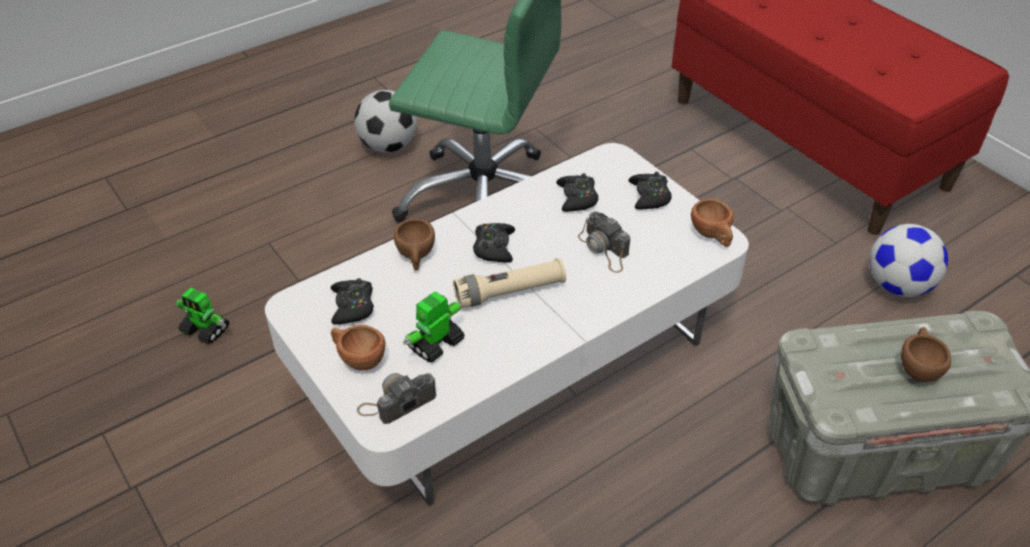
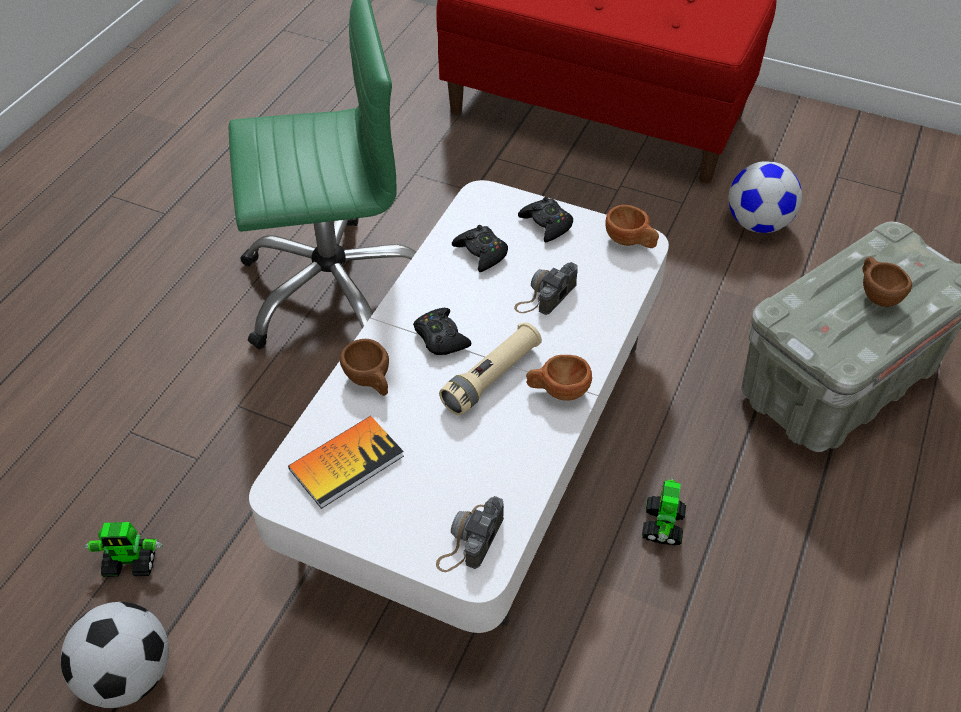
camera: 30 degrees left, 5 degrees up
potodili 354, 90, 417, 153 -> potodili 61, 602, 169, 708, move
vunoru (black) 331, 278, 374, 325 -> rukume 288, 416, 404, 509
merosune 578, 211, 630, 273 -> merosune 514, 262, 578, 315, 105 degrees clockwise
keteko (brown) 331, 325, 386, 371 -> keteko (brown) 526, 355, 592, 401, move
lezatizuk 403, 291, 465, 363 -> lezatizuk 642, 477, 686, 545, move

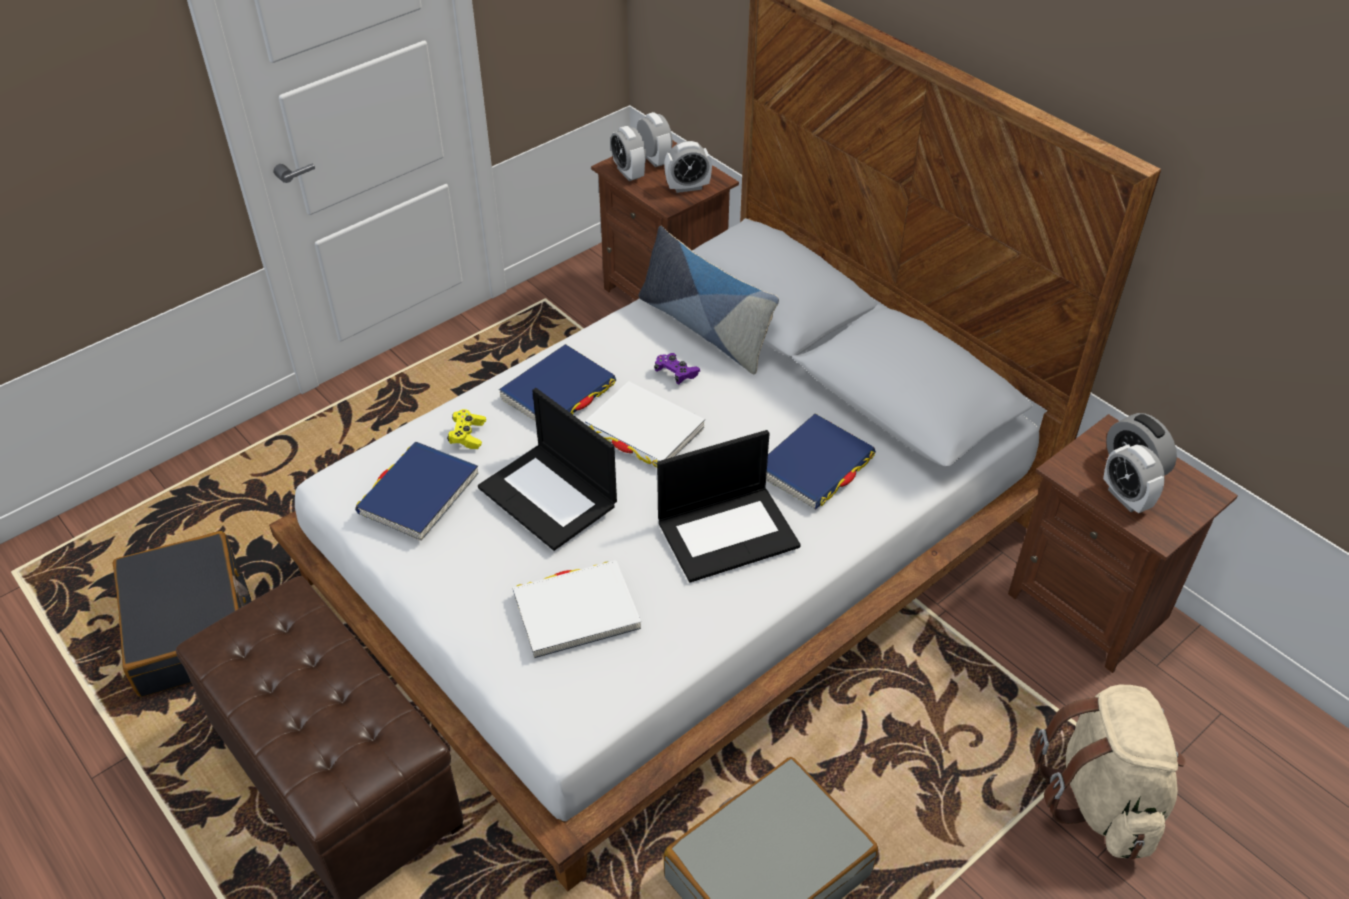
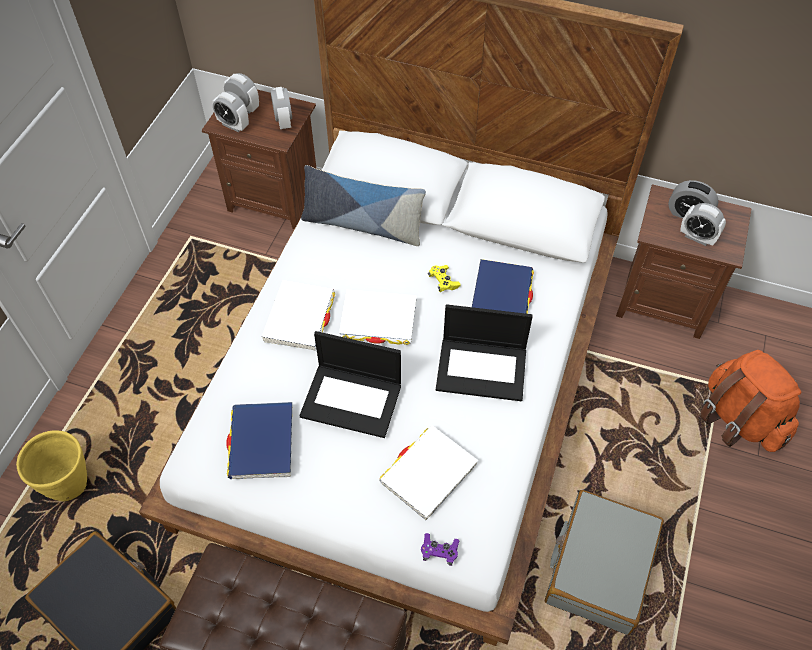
camera: 30 degrees left, 10 degrees up
none -> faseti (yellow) 16, 430, 87, 501
rukume (blue) 499, 344, 616, 421 -> rukume (white) 261, 280, 335, 351
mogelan 664, 141, 712, 193 -> mogelan 270, 87, 292, 129, 60 degrees counterclockwise
vunoru (purple) 654, 353, 700, 384 -> vunoru (purple) 421, 533, 460, 566, move
vunoru (yellow) 447, 409, 486, 449 -> vunoru (yellow) 428, 265, 461, 292, move
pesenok 657, 430, 801, 583 -> pesenok 436, 304, 533, 401, 60 degrees clockwise
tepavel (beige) 1034, 685, 1186, 859 -> tepavel (orange) 700, 350, 801, 452

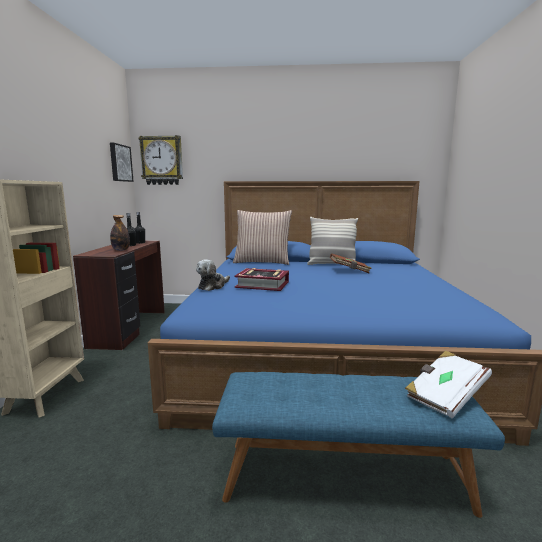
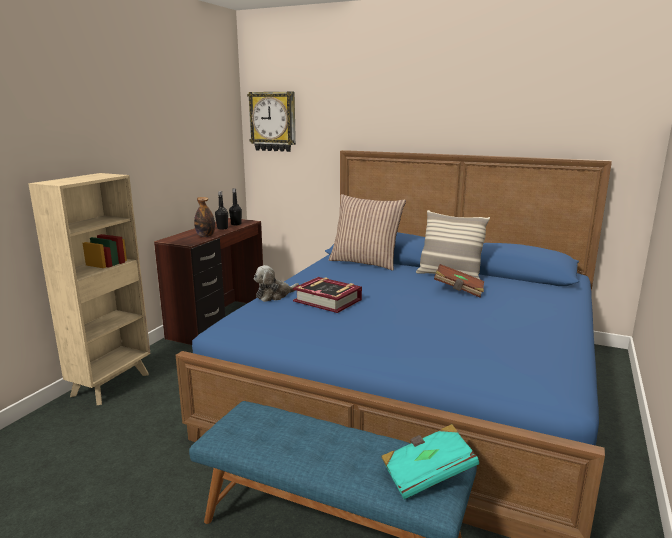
camera: 20 degrees right, 5 degrees up
rukume (white) 405, 351, 492, 418 -> rukume (turquoise) 381, 424, 479, 499
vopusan 110, 143, 134, 182 -> none

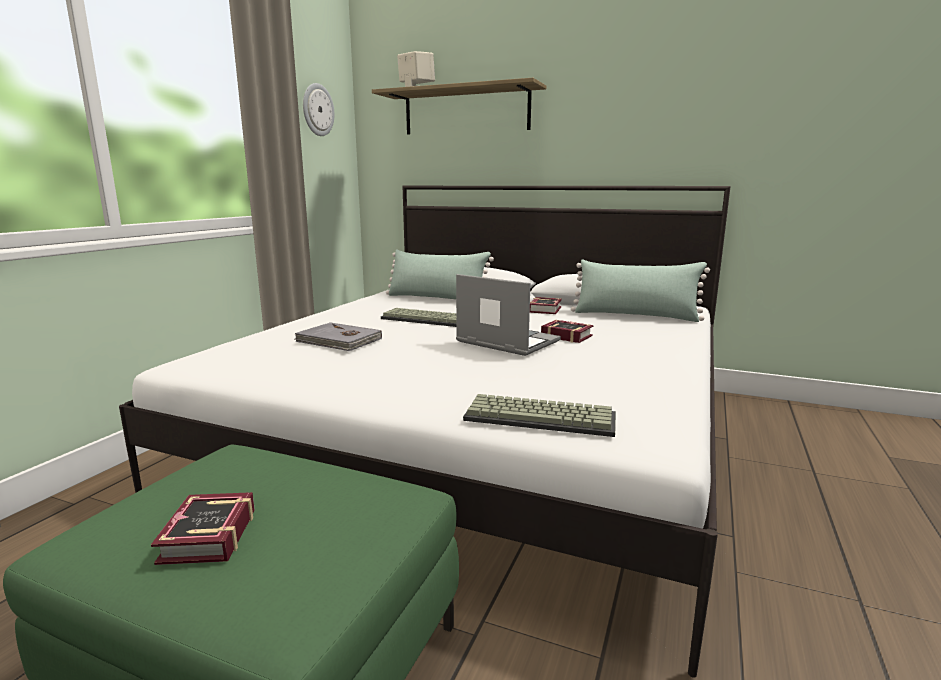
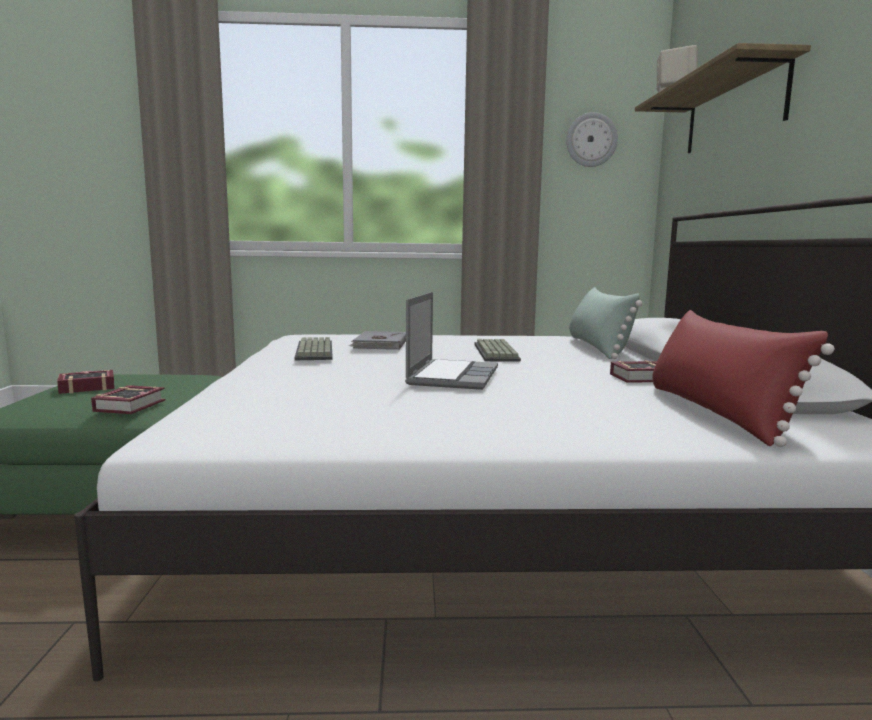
camera: 65 degrees right, 5 degrees down
rukume 541, 320, 593, 343 -> rukume 91, 385, 165, 414, move
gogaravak 463, 394, 616, 437 -> gogaravak 295, 337, 333, 360, move
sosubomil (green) 571, 260, 710, 322 -> sosubomil (red) 652, 310, 835, 447

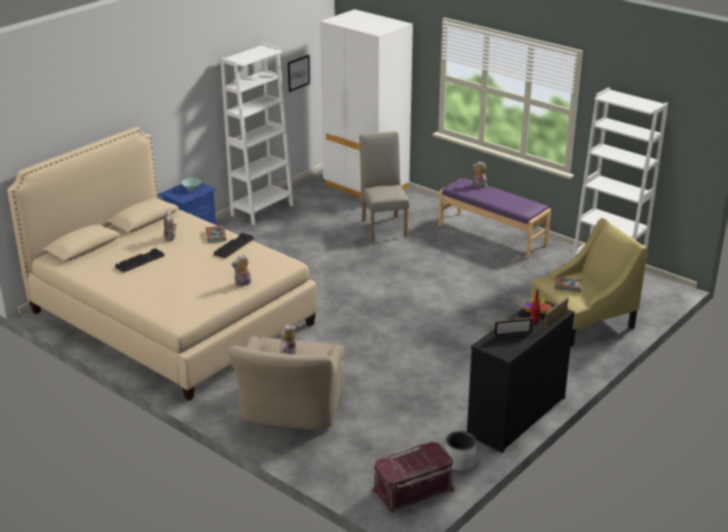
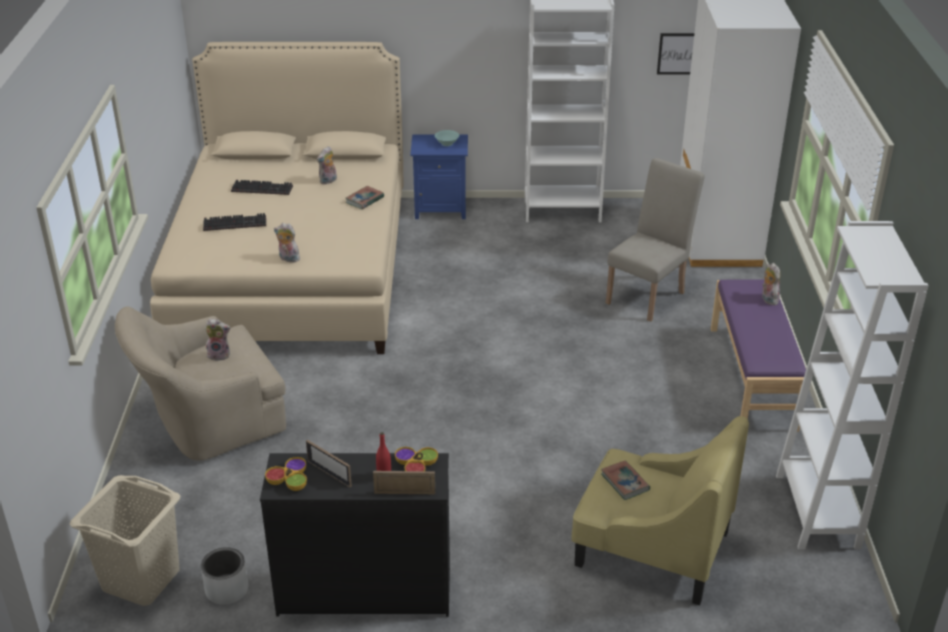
camera: 50 degrees right, 5 degrees up
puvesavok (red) 371, 442, 454, 513 -> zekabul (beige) 70, 475, 180, 606
gogaravak 214, 233, 254, 259 -> gogaravak 203, 213, 266, 231, move
none -> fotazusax 265, 457, 307, 491

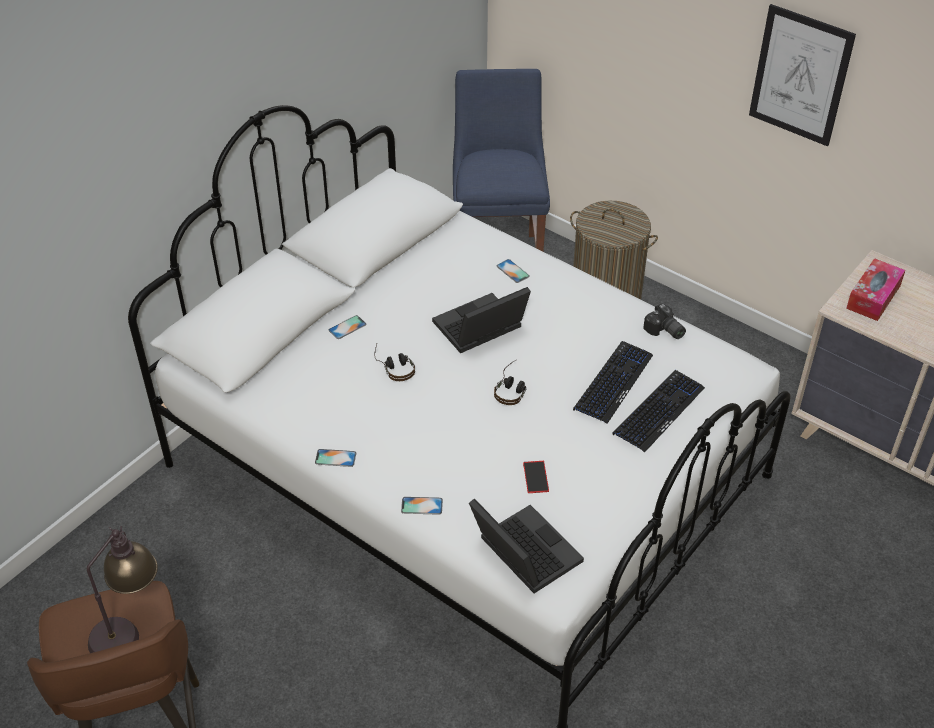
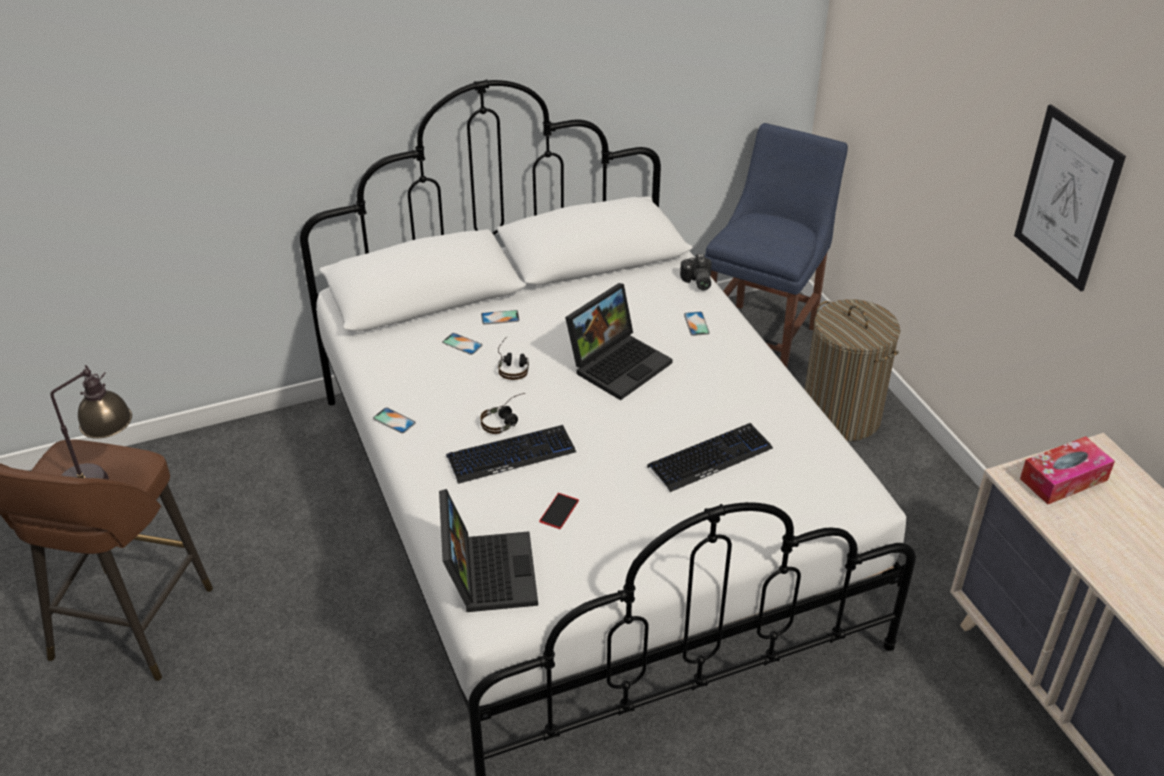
camera: 30 degrees right, 5 degrees down
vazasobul 401, 497, 443, 515 -> vazasobul 442, 333, 483, 355, move
gogaravak 612, 370, 705, 453 -> gogaravak 446, 425, 576, 484, move
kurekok 494, 360, 526, 405 -> kurekok 480, 393, 525, 434, move
pesenok 432, 287, 531, 353 -> pesenok 565, 283, 673, 400, 135 degrees clockwise
merosune 643, 303, 686, 339 -> merosune 680, 254, 712, 290, move

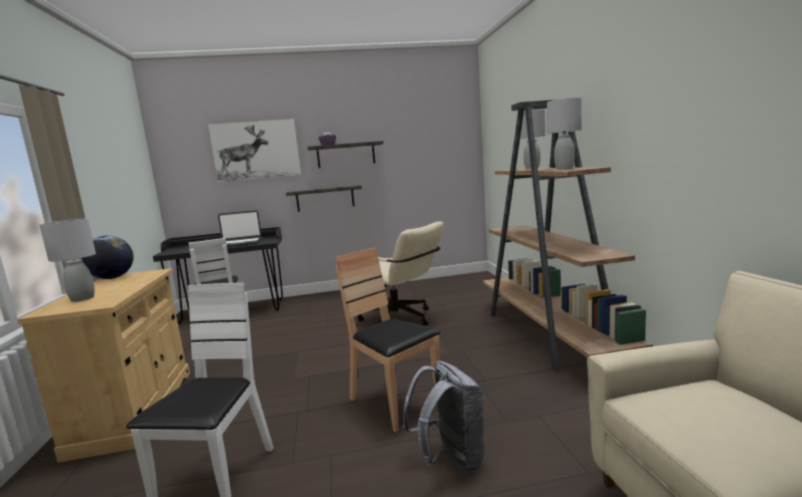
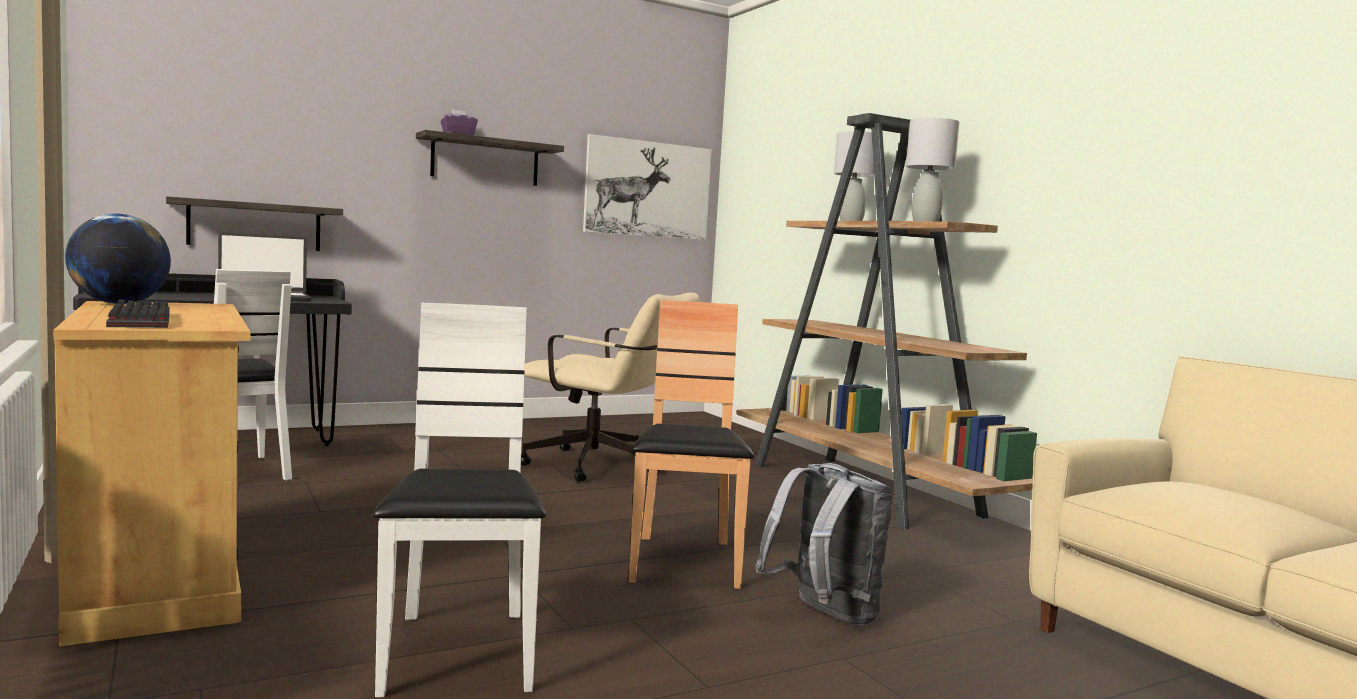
camera: 20 degrees left, 5 degrees down
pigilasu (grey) 39, 219, 96, 302 -> gogaravak 106, 299, 170, 328
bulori 286, 185, 362, 212 -> bulori 166, 196, 343, 251, move
vopusan 208, 119, 301, 182 -> vopusan 583, 134, 712, 240, move
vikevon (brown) 336, 247, 441, 432 -> vikevon (brown) 629, 300, 754, 589, 60 degrees clockwise

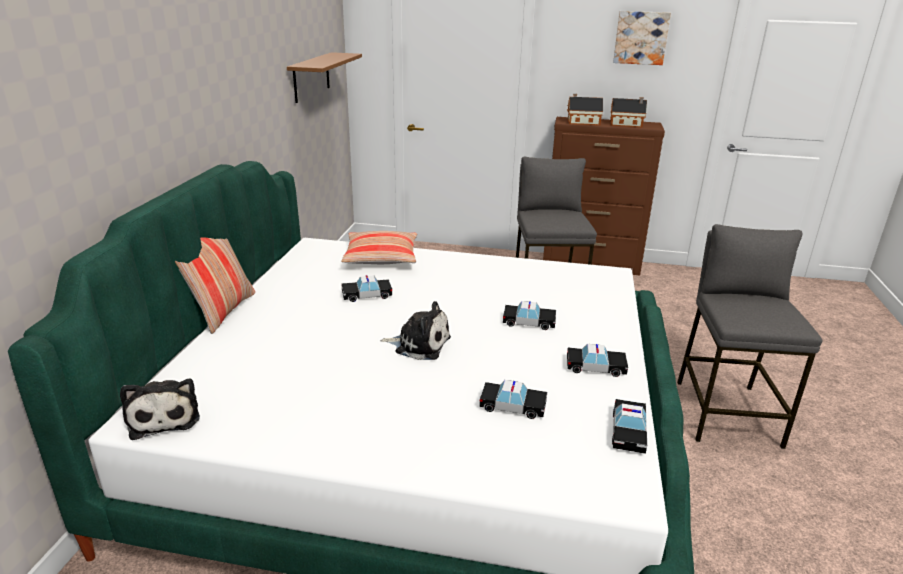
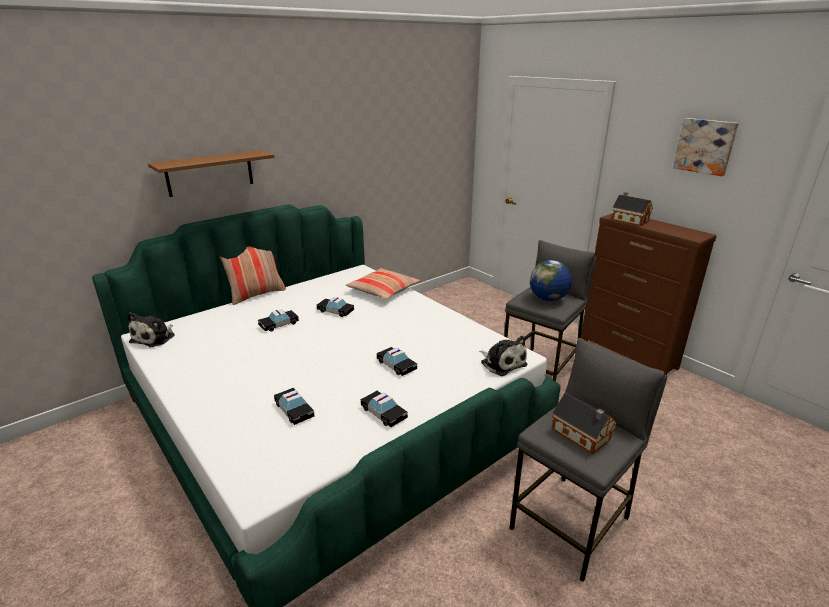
camera: 40 degrees right, 0 degrees up
bulori (brown) 287, 52, 362, 103 -> bulori (brown) 148, 150, 275, 197, move
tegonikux 612, 399, 647, 454 -> tegonikux 258, 309, 299, 332, move
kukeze 380, 301, 451, 360 -> kukeze 479, 336, 527, 376, move
none -> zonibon 530, 260, 572, 301
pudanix 610, 97, 647, 127 -> pudanix 552, 392, 618, 454, move

